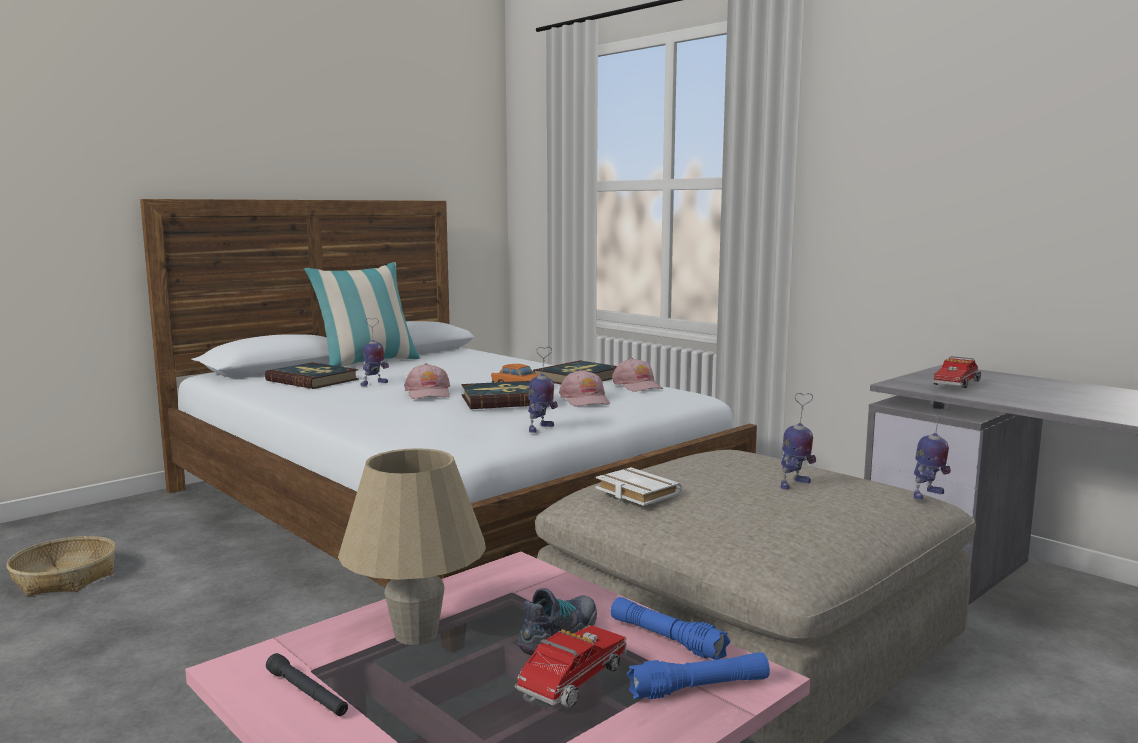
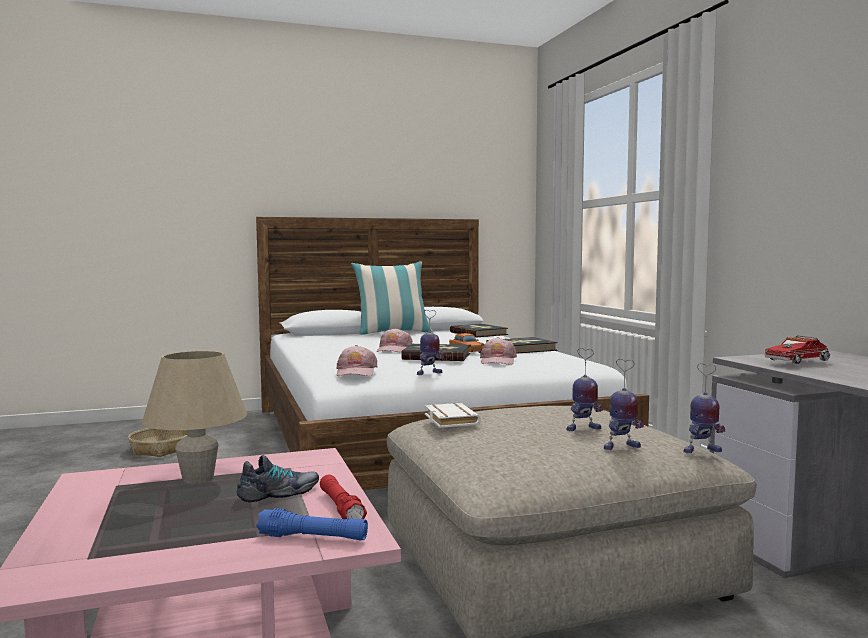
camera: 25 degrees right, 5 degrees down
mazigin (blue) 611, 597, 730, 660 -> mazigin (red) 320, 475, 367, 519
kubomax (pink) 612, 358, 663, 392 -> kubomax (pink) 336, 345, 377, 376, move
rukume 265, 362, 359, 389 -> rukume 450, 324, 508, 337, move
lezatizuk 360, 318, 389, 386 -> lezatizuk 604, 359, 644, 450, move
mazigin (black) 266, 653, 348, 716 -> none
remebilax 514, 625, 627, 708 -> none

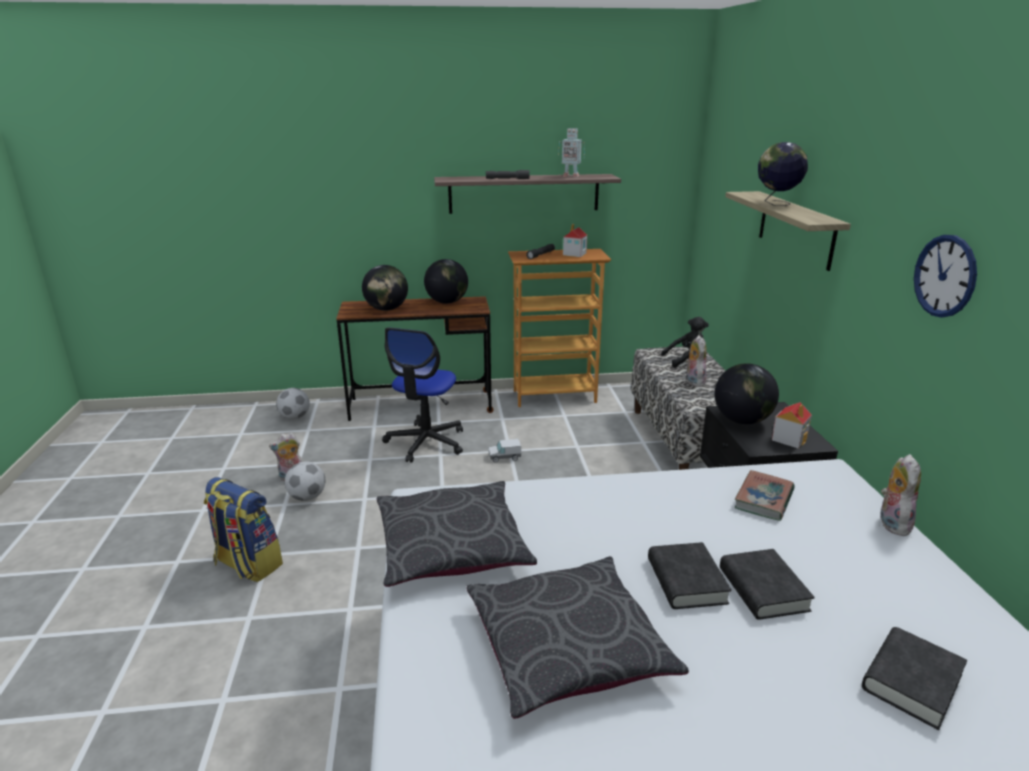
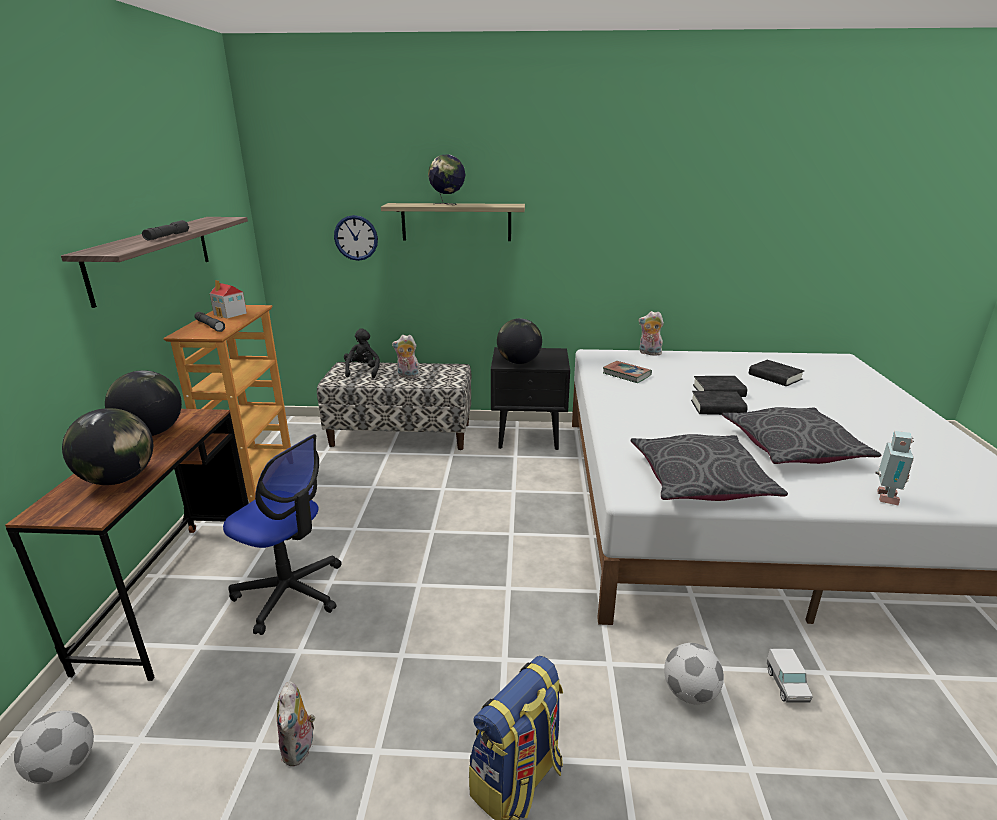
camera: 80 degrees left, 0 degrees up
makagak 914, 235, 977, 317 -> makagak 334, 215, 378, 261, move
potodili 285, 462, 326, 501 -> potodili 664, 643, 724, 705, move
remebilax 488, 439, 521, 462 -> remebilax 767, 649, 813, 702, move
lezatizuk 558, 128, 585, 178 -> lezatizuk 875, 431, 914, 506, move
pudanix 772, 402, 812, 449 -> none

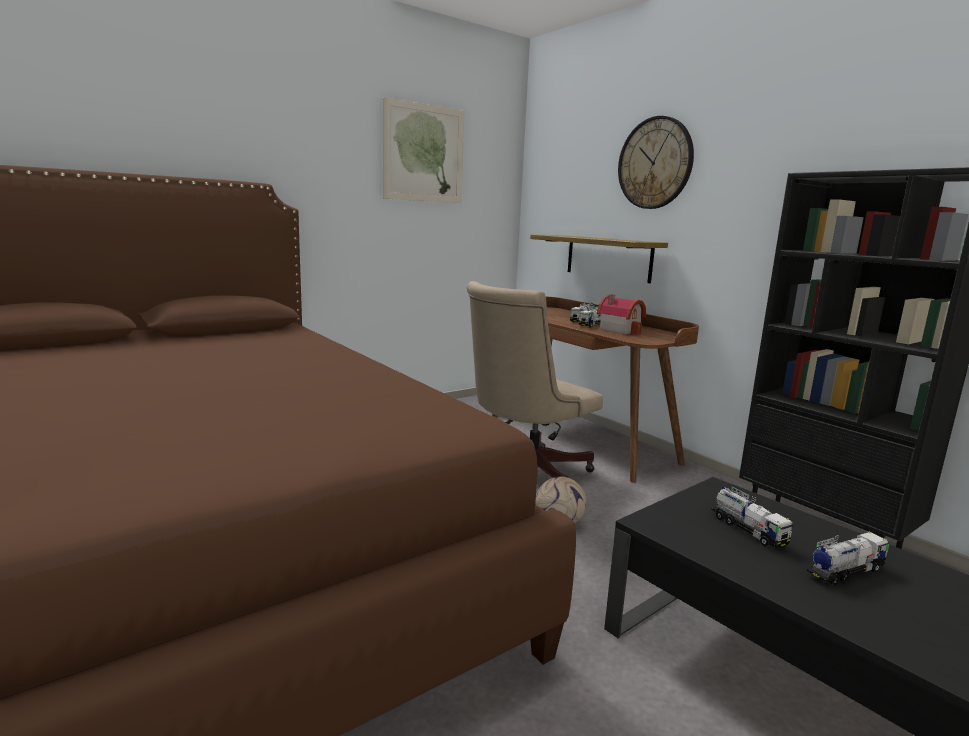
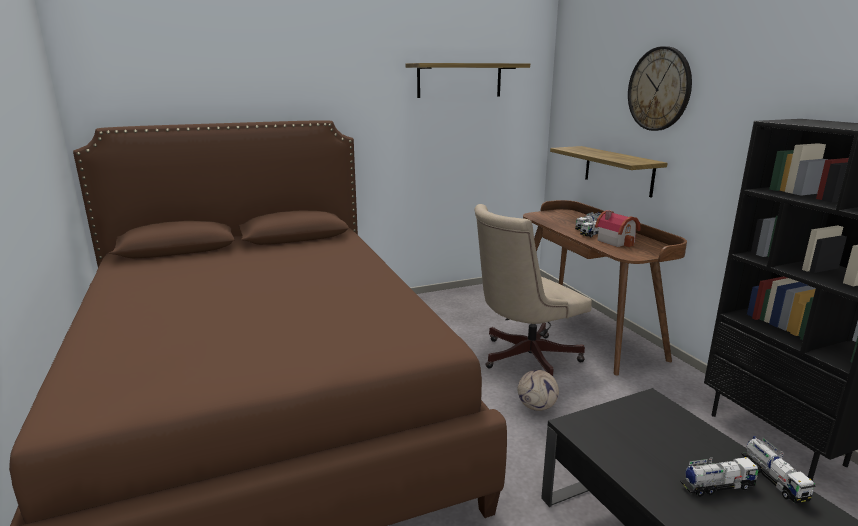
camera: 15 degrees right, 5 degrees up
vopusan 383, 97, 464, 203 -> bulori 406, 63, 530, 98
remebilax 711, 486, 794, 548 -> remebilax 741, 436, 816, 504, move

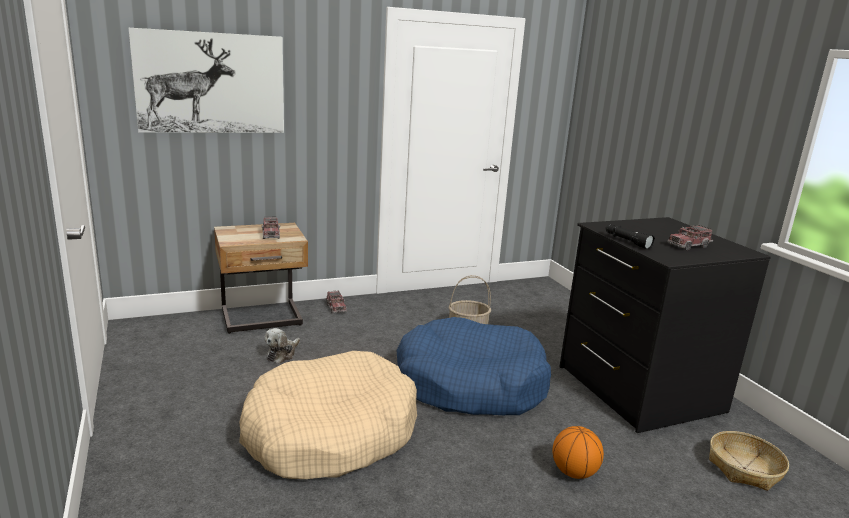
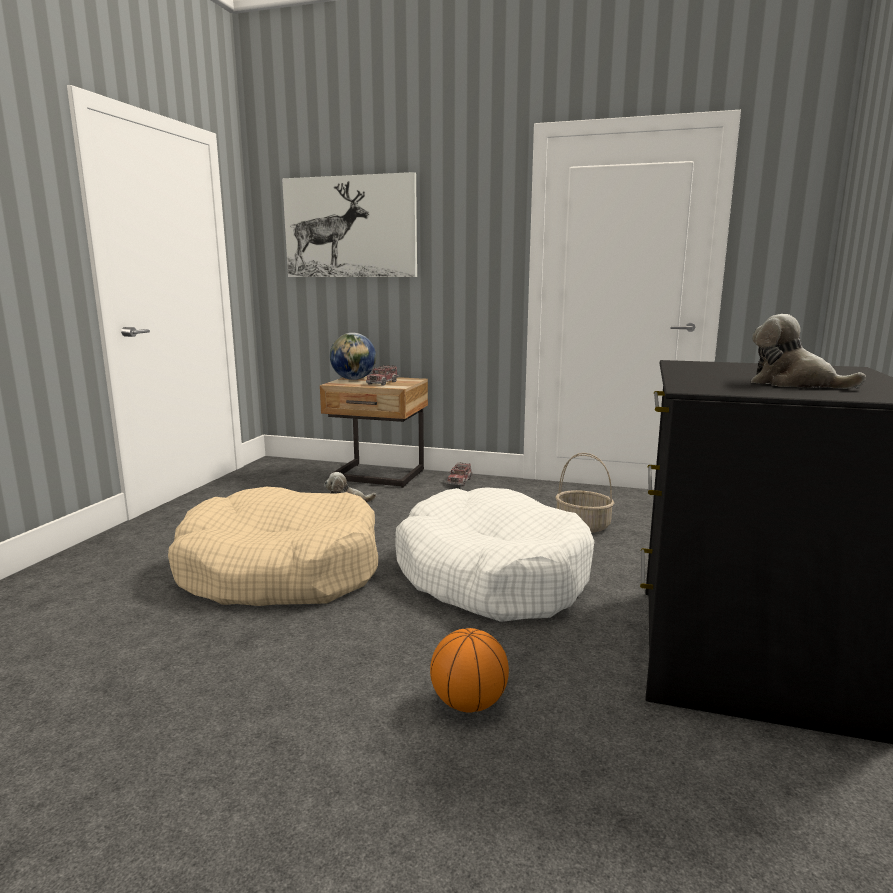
camera: 40 degrees right, 5 degrees down
none -> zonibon 330, 333, 376, 380
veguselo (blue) 396, 317, 551, 415 -> veguselo (white) 395, 487, 594, 622
remebilax 667, 225, 713, 250 -> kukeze 751, 314, 866, 389
mazigin (black) 605, 224, 655, 250 -> none
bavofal 709, 431, 789, 491 -> none

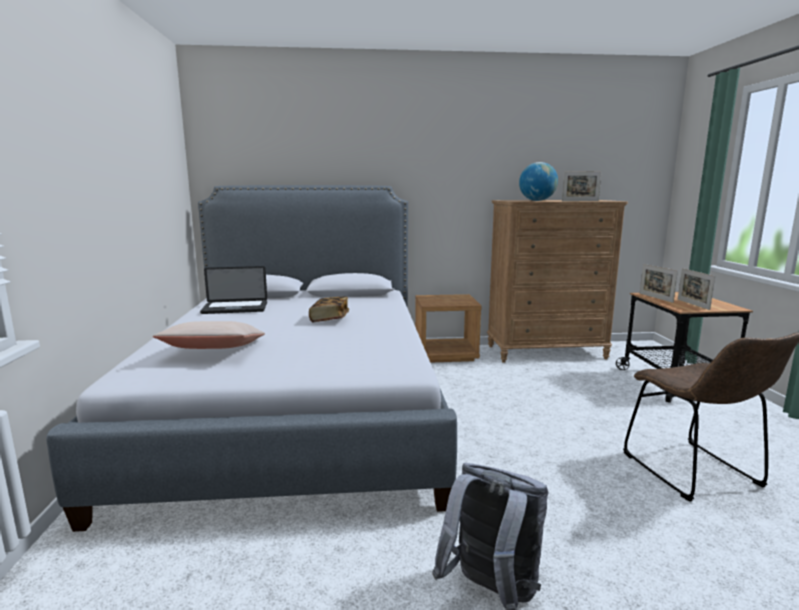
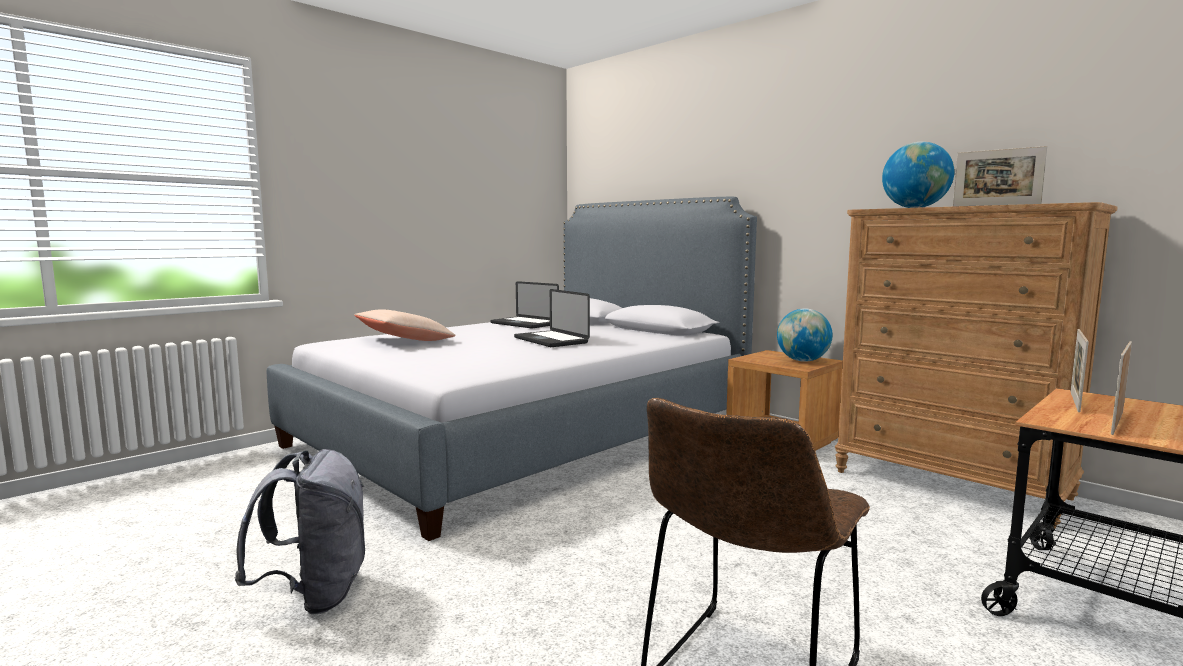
camera: 50 degrees right, 5 degrees down
rukume 309, 296, 349, 322 -> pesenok 514, 289, 590, 347
none -> zonibon 777, 308, 833, 362

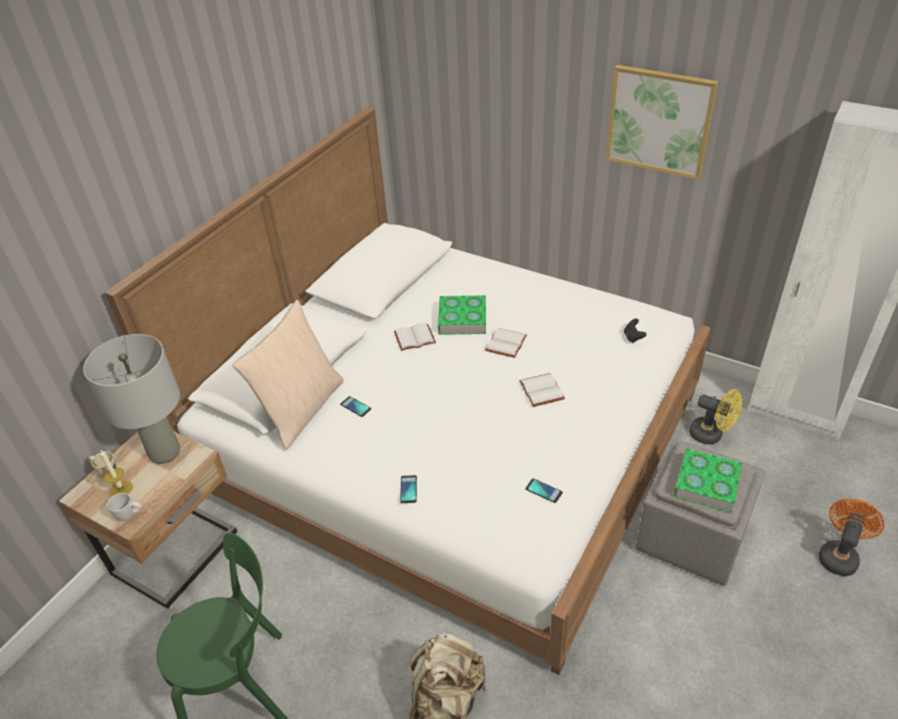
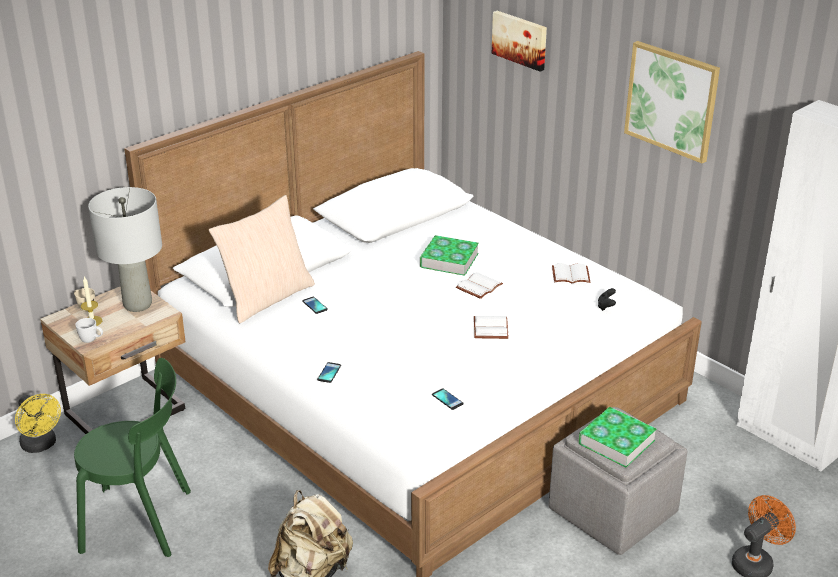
camera: 15 degrees right, 10 degrees down
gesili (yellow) 689, 389, 742, 445 -> gesili (yellow) 15, 394, 61, 453, move
none -> vopusan 492, 11, 547, 71
rukume (white) 394, 323, 436, 351 -> rukume (white) 552, 263, 590, 283, move

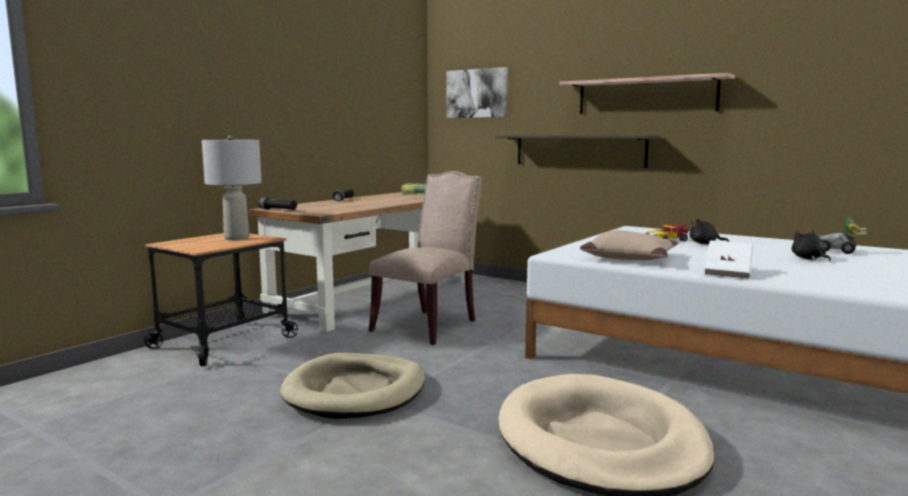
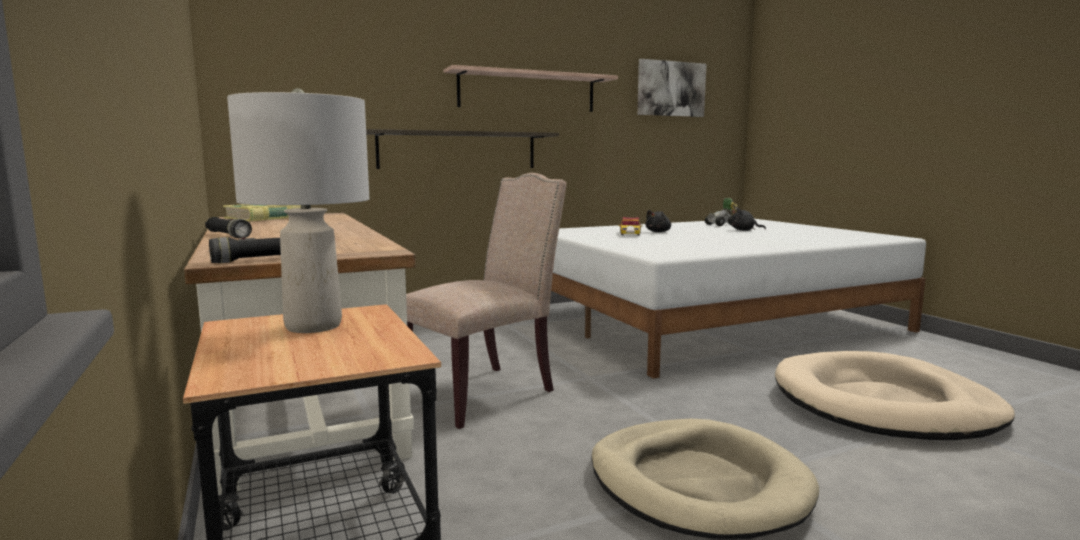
camera: 60 degrees left, 0 degrees up
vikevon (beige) 369, 171, 482, 345 -> vikevon (beige) 406, 173, 567, 429, 75 degrees clockwise
vopusan 446, 67, 508, 118 -> vopusan 637, 59, 707, 117, move
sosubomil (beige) 580, 230, 678, 260 -> none
rukume (white) 704, 240, 753, 279 -> none

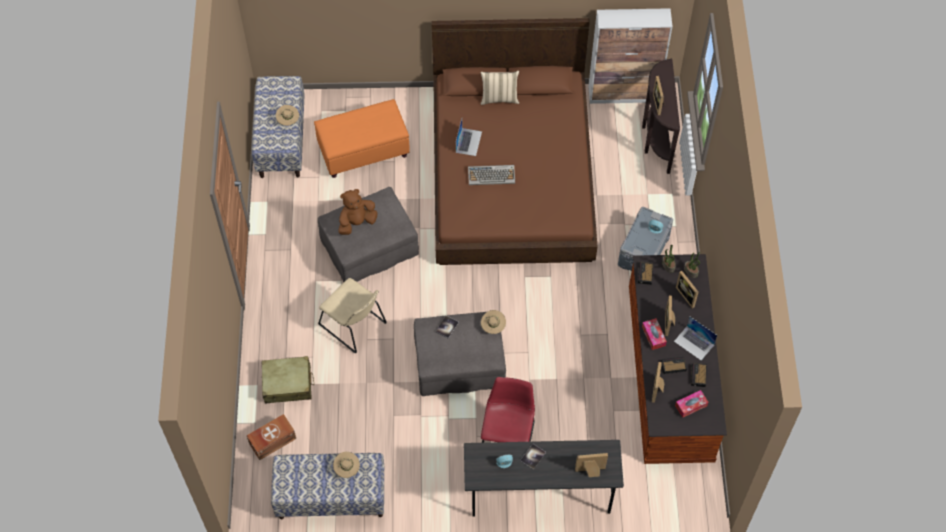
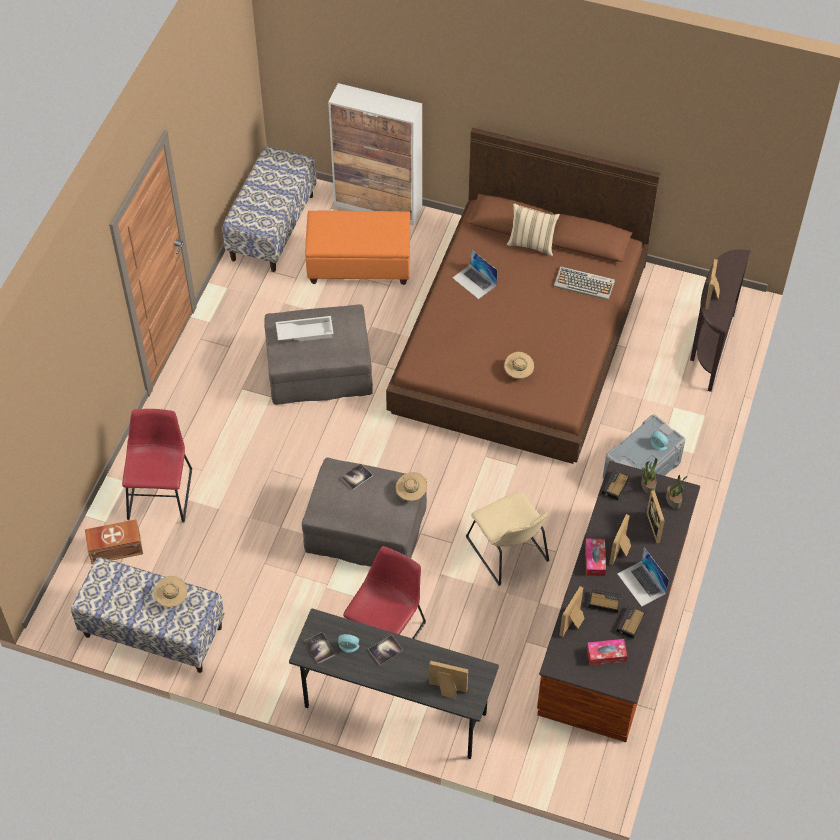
camera: 20 degrees right, 5 degrees down
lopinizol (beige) 262, 356, 314, 404 -> vikevon (red) 122, 409, 192, 522
kukeze (brown) 338, 189, 378, 235 -> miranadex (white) 276, 316, 334, 341
none -> rukume 305, 632, 335, 664
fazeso 588, 8, 673, 104 -> fazeso 328, 83, 422, 226, move
pesenok 456, 119, 482, 156 -> pesenok 453, 249, 498, 299, 105 degrees clockwise
vikevon (beige) 318, 278, 387, 354 -> vikevon (beige) 466, 491, 549, 586, move
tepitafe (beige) 276, 105, 299, 126 -> tepitafe (beige) 504, 352, 534, 379, move
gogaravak 468, 165, 515, 185 -> gogaravak 554, 266, 615, 300, move

